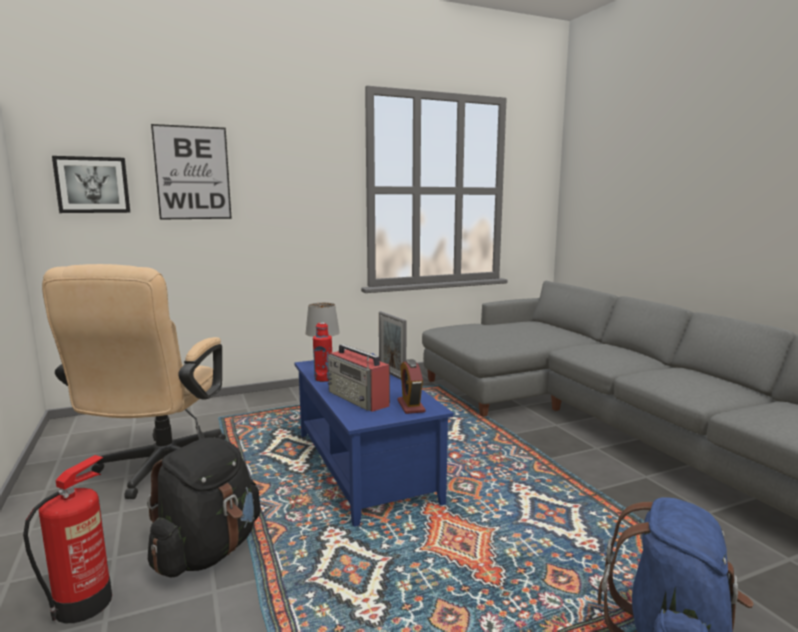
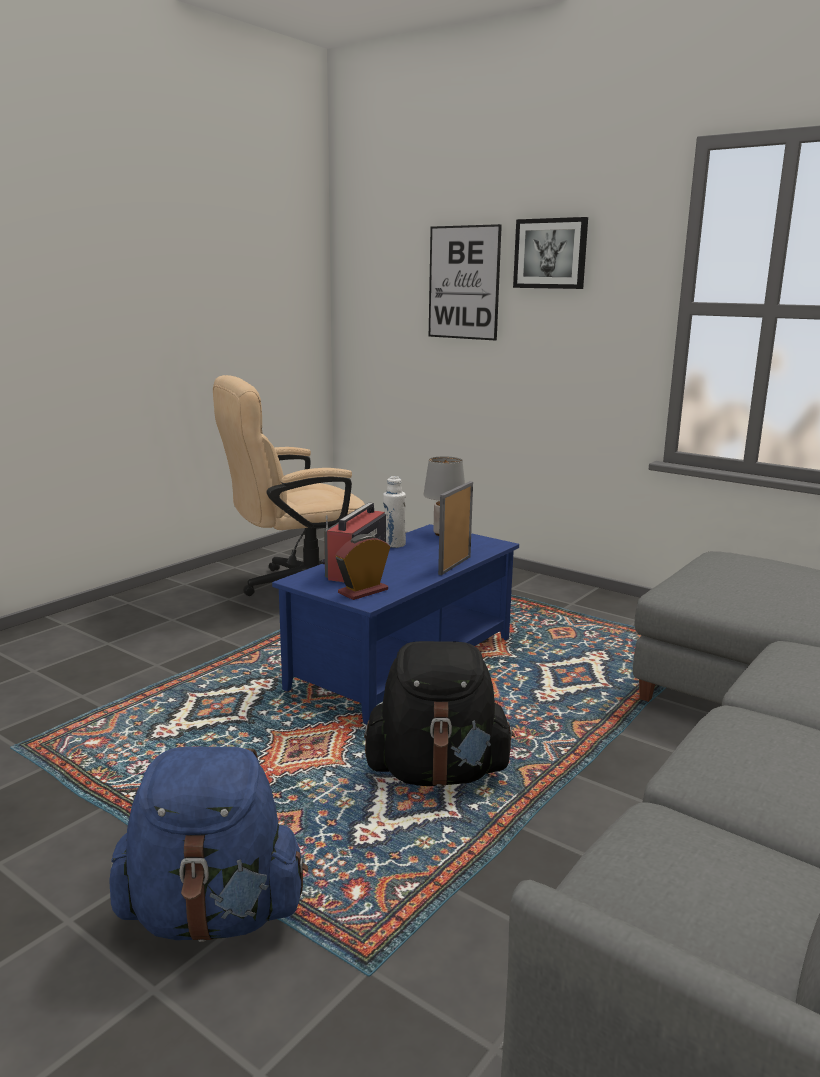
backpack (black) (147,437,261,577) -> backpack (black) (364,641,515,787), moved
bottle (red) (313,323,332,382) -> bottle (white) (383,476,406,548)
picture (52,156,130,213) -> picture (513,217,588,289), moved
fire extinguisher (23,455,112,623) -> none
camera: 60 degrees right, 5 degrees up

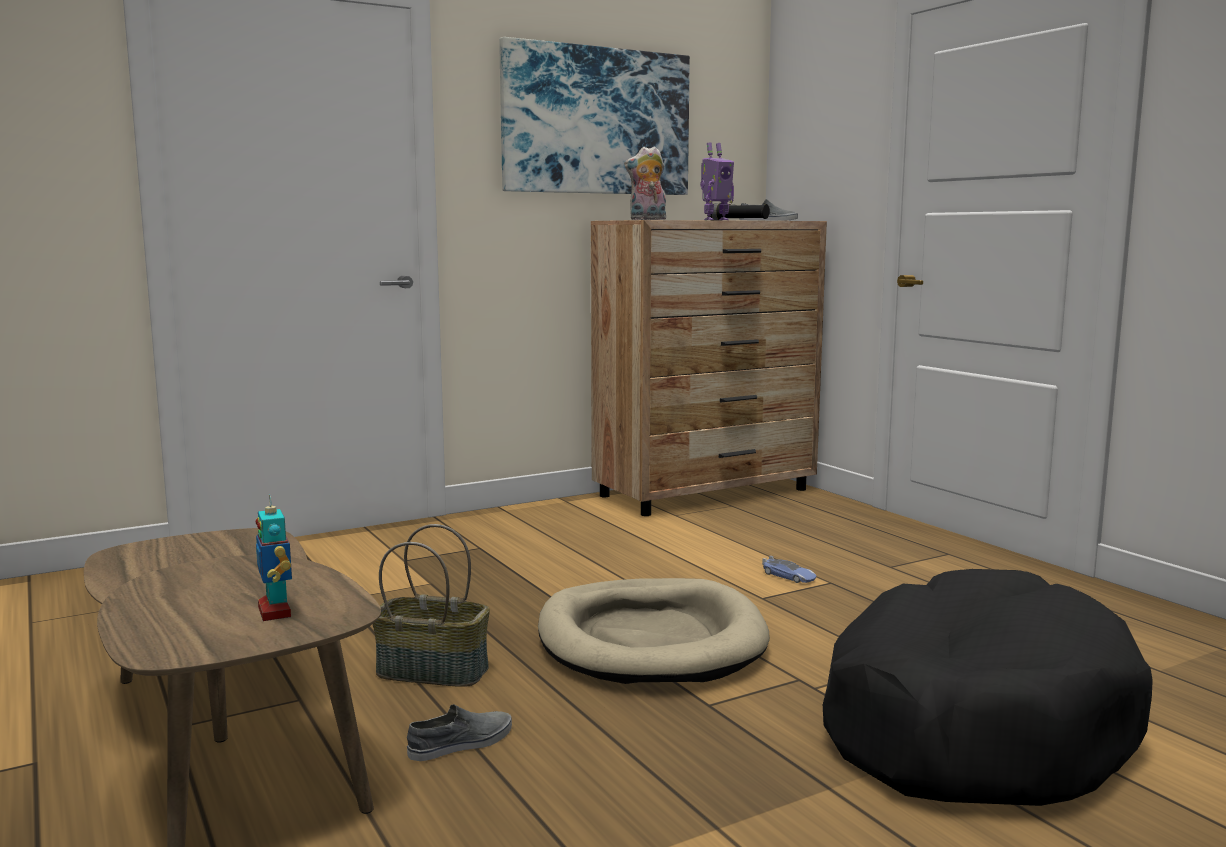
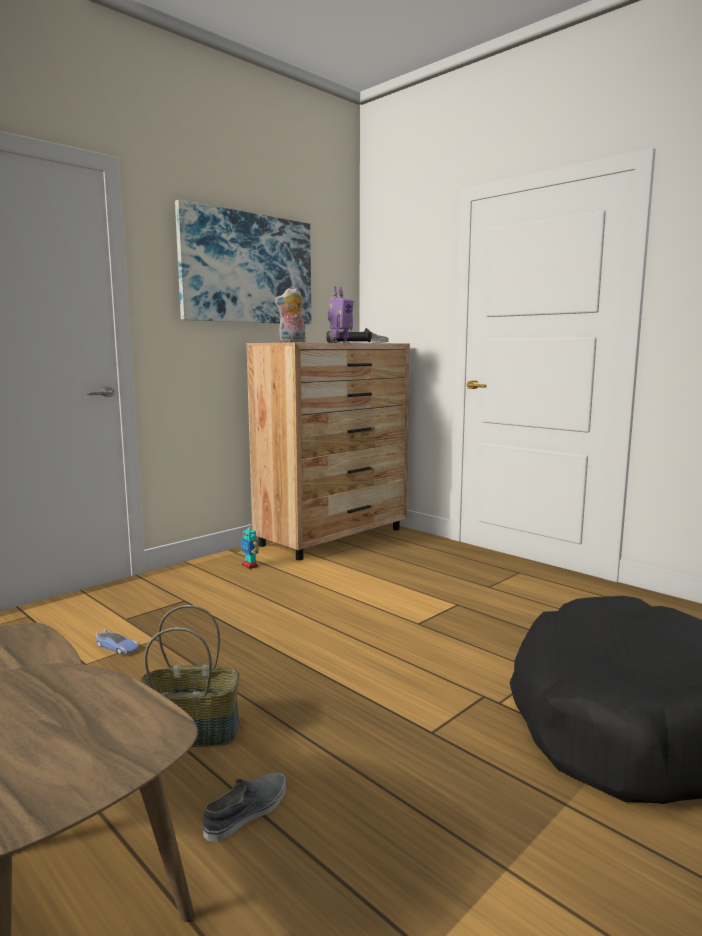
toy car (762,556,816,583) -> toy car (96,629,139,655), moved
toy robot (256,494,292,621) -> toy robot (242,525,259,569), moved
dog bed (beige) (538,578,770,684) -> none
camera: 15 degrees left, 0 degrees up

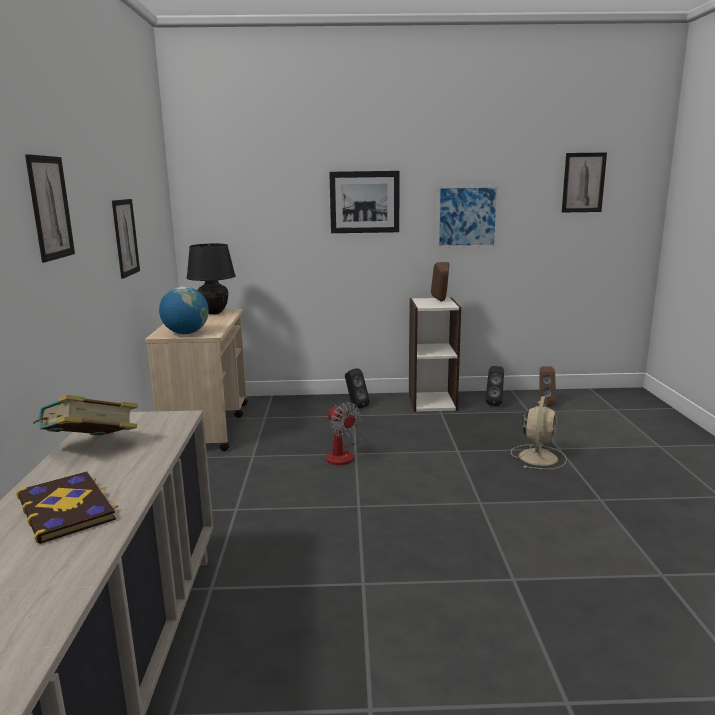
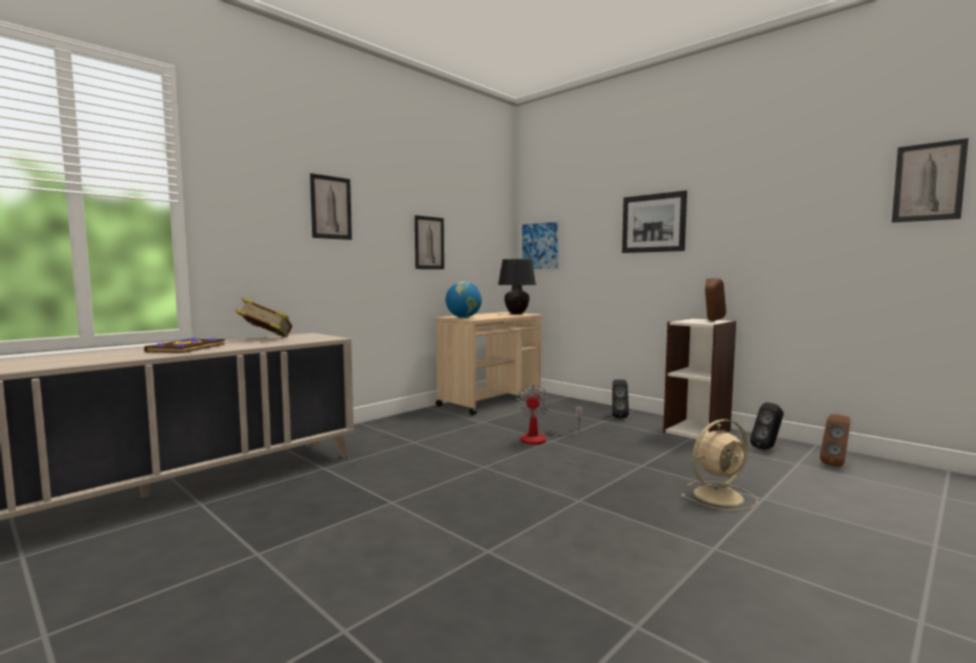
picture (437,185,499,248) -> picture (521,220,560,271), moved
camera: 45 degrees right, 10 degrees down

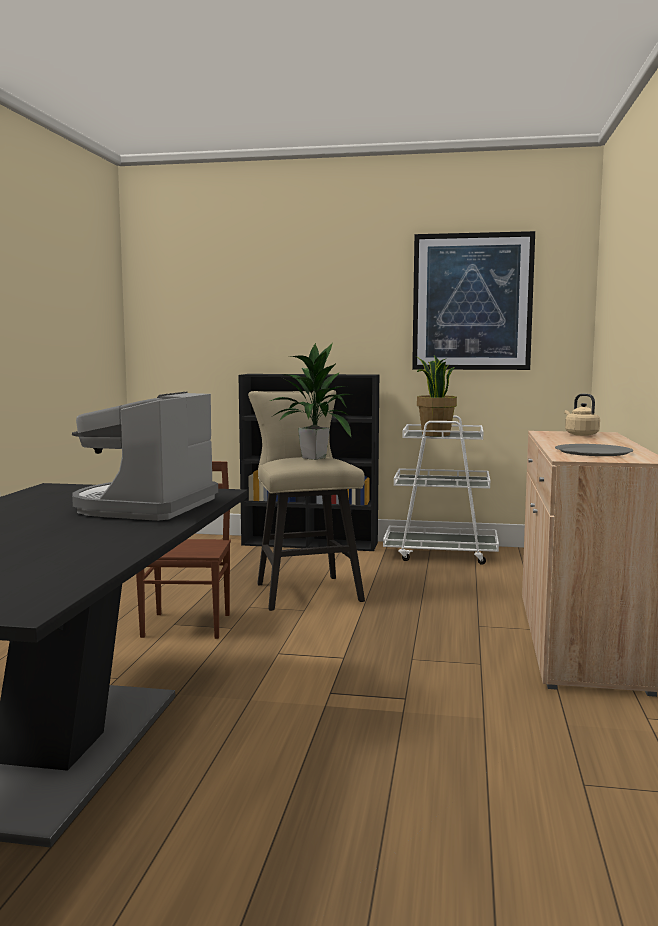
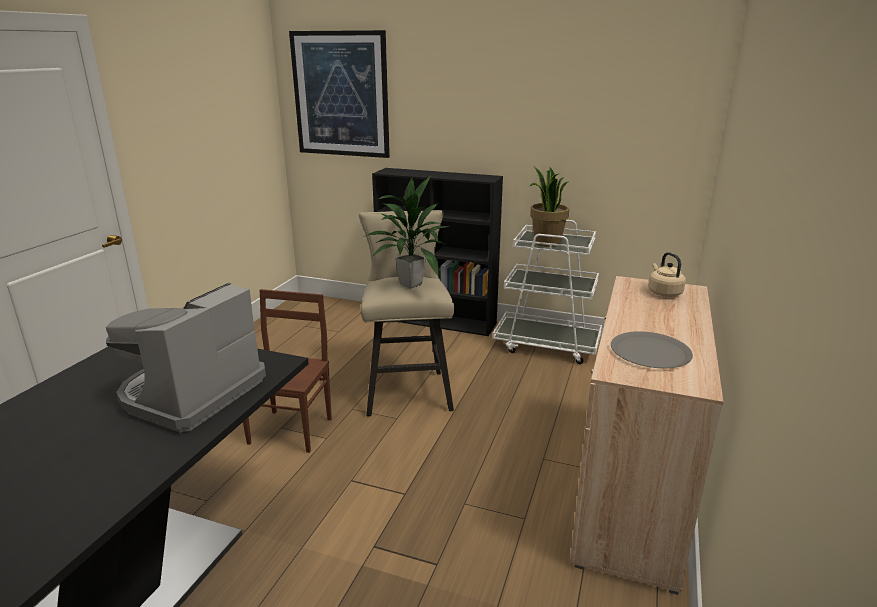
picture (412,231,535,370) -> picture (289,30,390,158), moved
camera: 10 degrees right, 15 degrees up

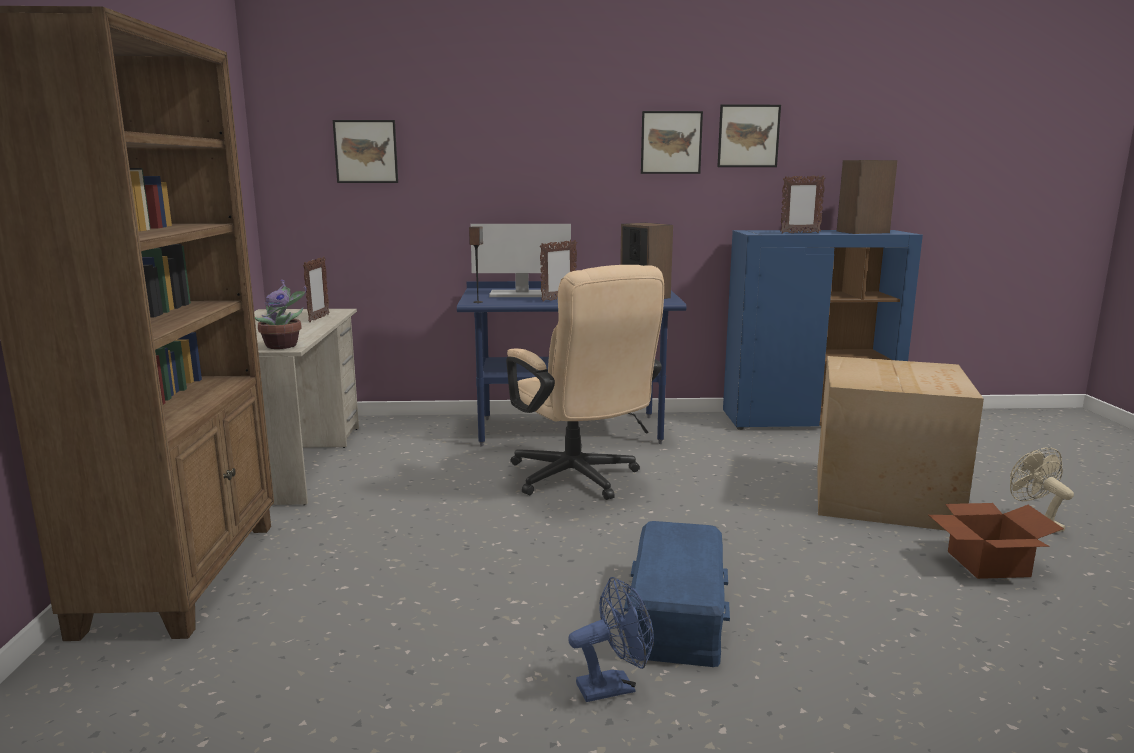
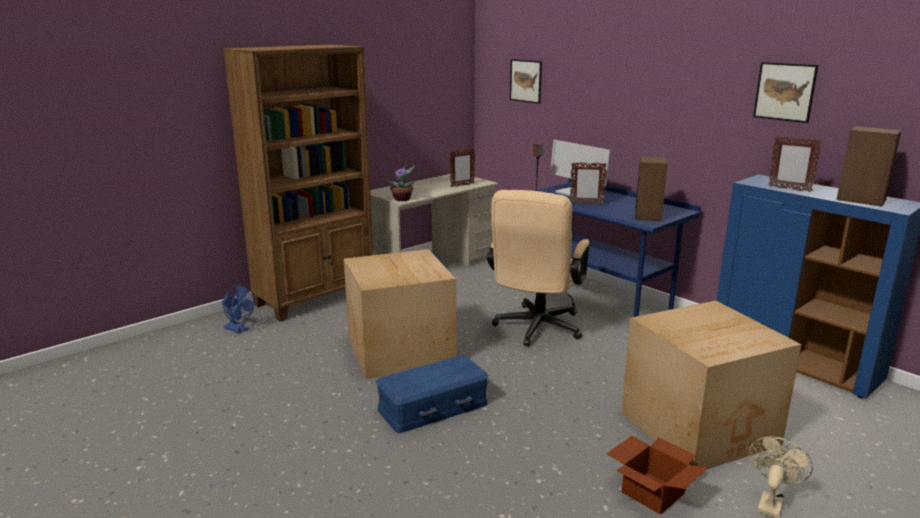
fan (blue) (568,577,654,702) -> fan (blue) (221,285,255,333), moved
none -> cardboard box (344,249,456,379)
picture (641,111,703,174) -> none
camera: 50 degrees right, 5 degrees up

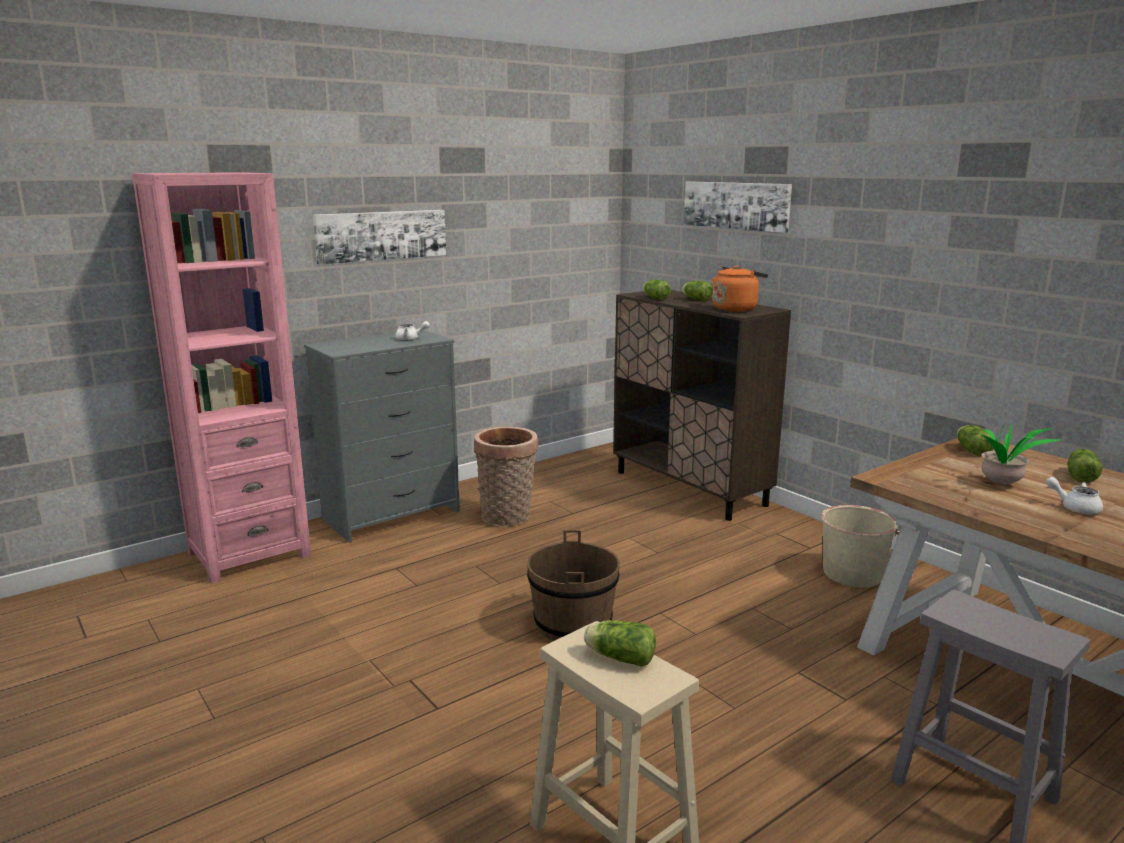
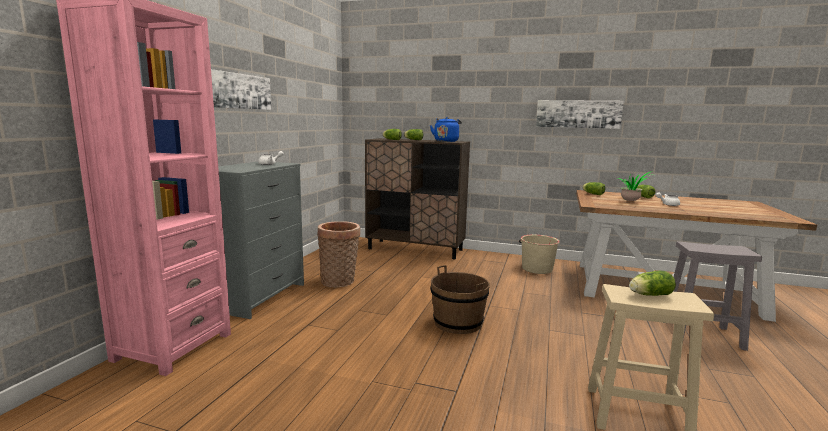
kettle (orange) (712,265,768,312) -> kettle (blue) (430,117,462,142)
picture (684,181,792,233) -> picture (536,100,624,129), moved
camera: 35 degrees left, 5 degrees down

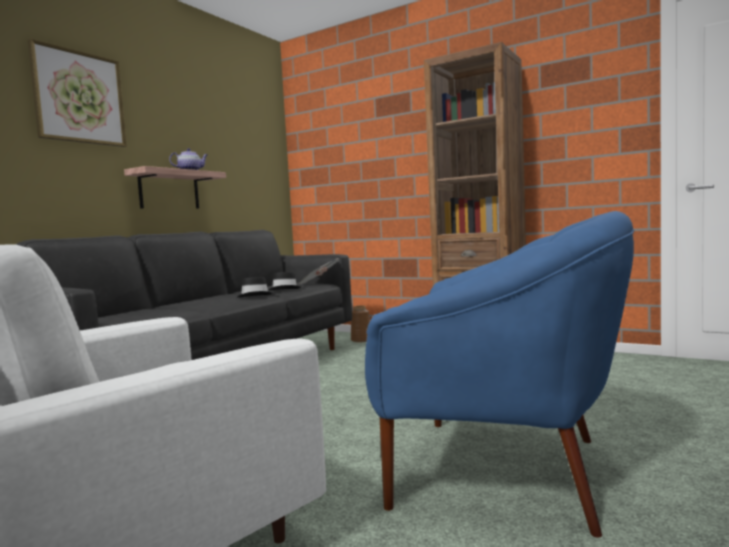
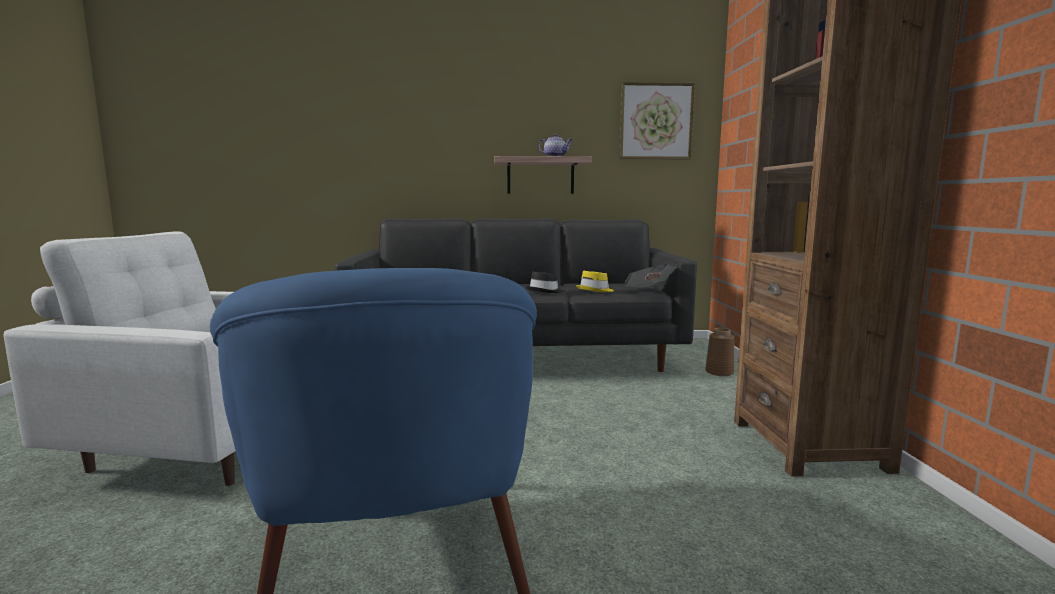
hat (black) (269,272,301,291) -> hat (yellow) (576,270,614,292)
picture (28,39,127,147) -> picture (619,82,695,160), moved
camera: 55 degrees right, 5 degrees up

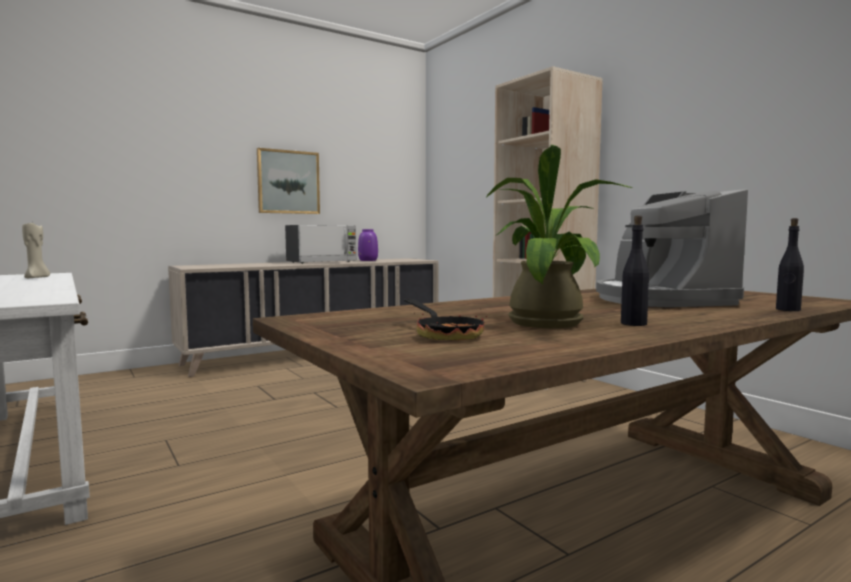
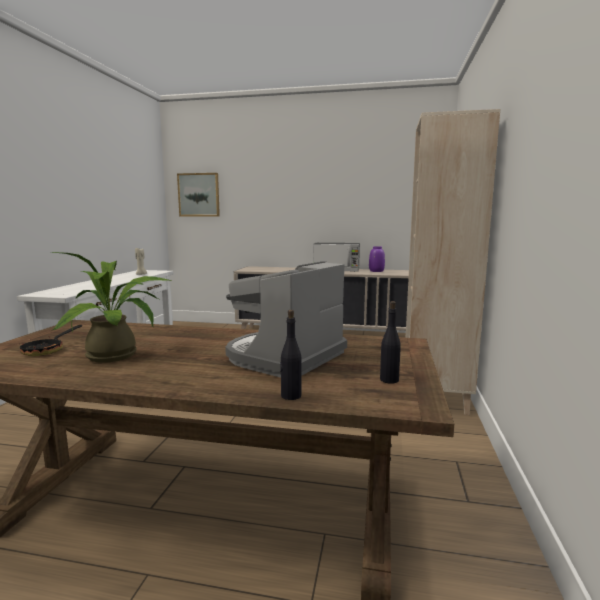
picture (257,148,320,214) -> picture (177,173,220,217), moved
bottle (black) (621,215,649,326) -> bottle (black) (380,301,401,384), moved
camera: 45 degrees right, 5 degrees up

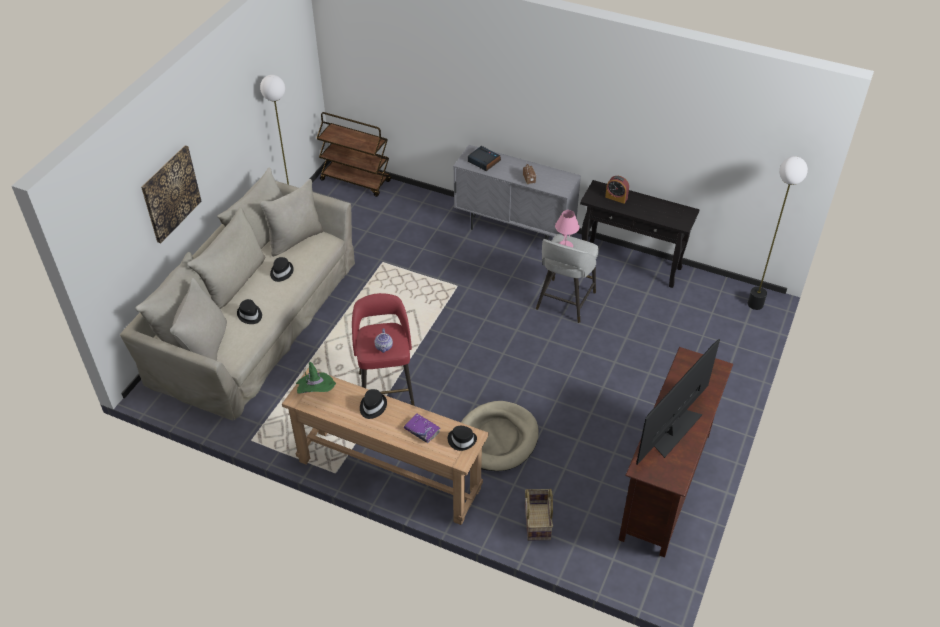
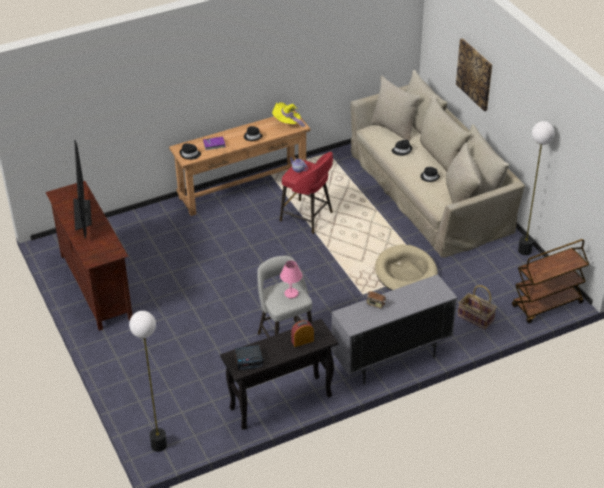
alarm clock (468,146,501,171) -> alarm clock (234,345,264,371), moved
hat (green) (296,361,336,394) -> hat (yellow) (272,102,306,129)
dog bed (beige) (461,401,539,471) -> dog bed (beige) (375,245,438,291), moved
basket (525,489,553,541) -> basket (458,285,497,330), moved
camera: 130 degrees right, 5 degrees down

